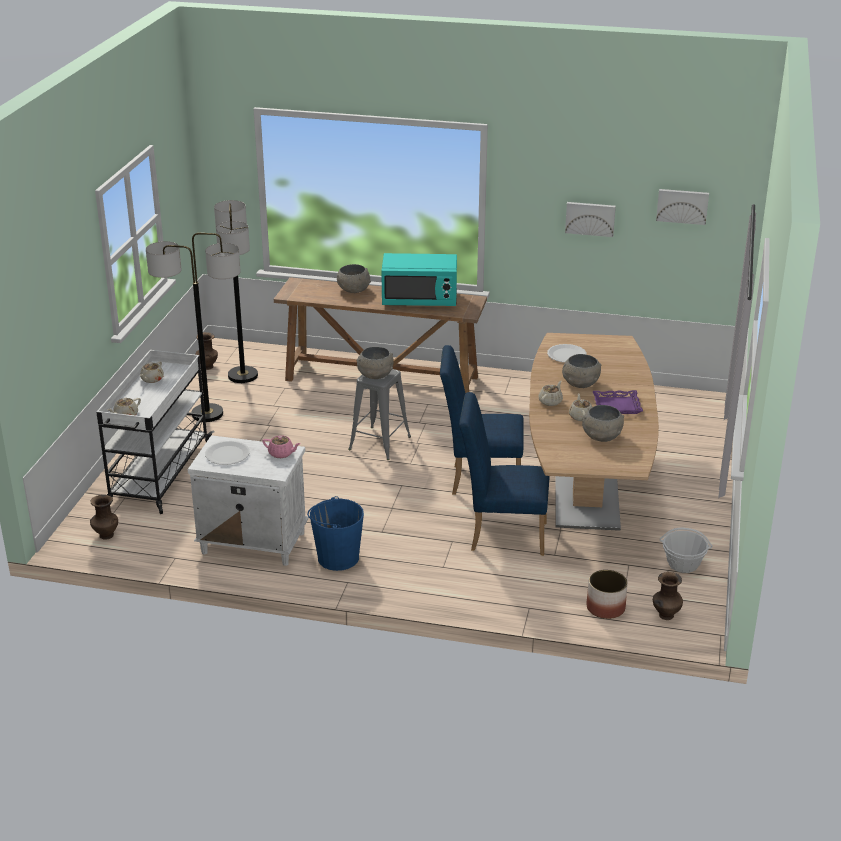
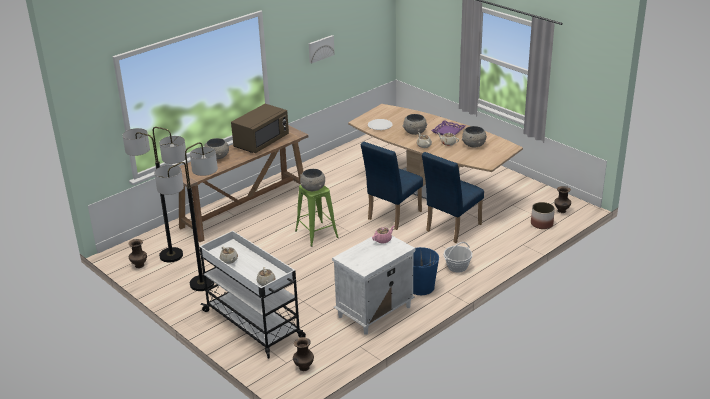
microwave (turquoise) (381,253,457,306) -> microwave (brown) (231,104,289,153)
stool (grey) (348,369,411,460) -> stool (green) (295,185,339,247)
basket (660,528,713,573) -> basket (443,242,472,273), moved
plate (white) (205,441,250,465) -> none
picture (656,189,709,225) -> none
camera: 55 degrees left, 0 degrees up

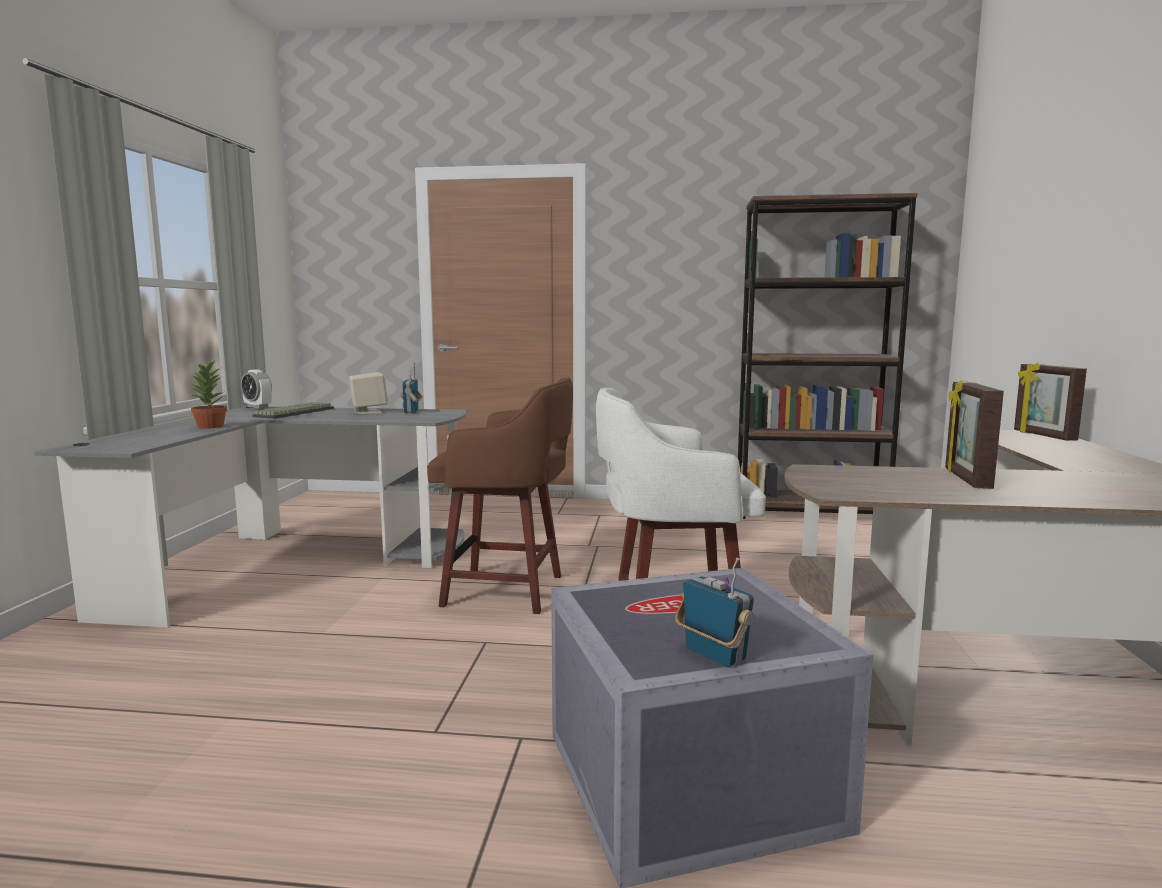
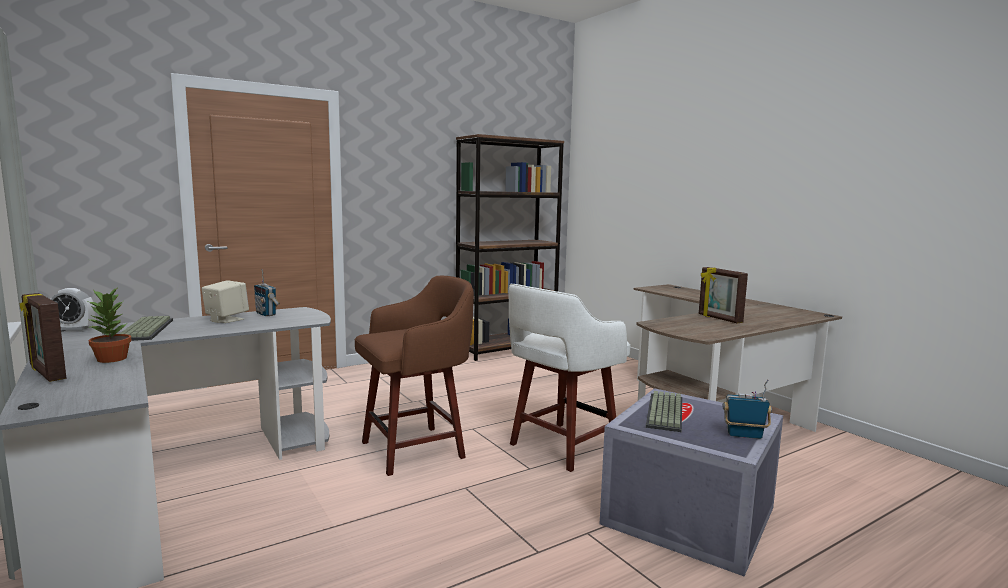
picture frame (1014,362,1087,441) -> picture frame (20,293,66,382), moved
none -> keyboard (646,391,682,432)
camera: 40 degrees left, 0 degrees up

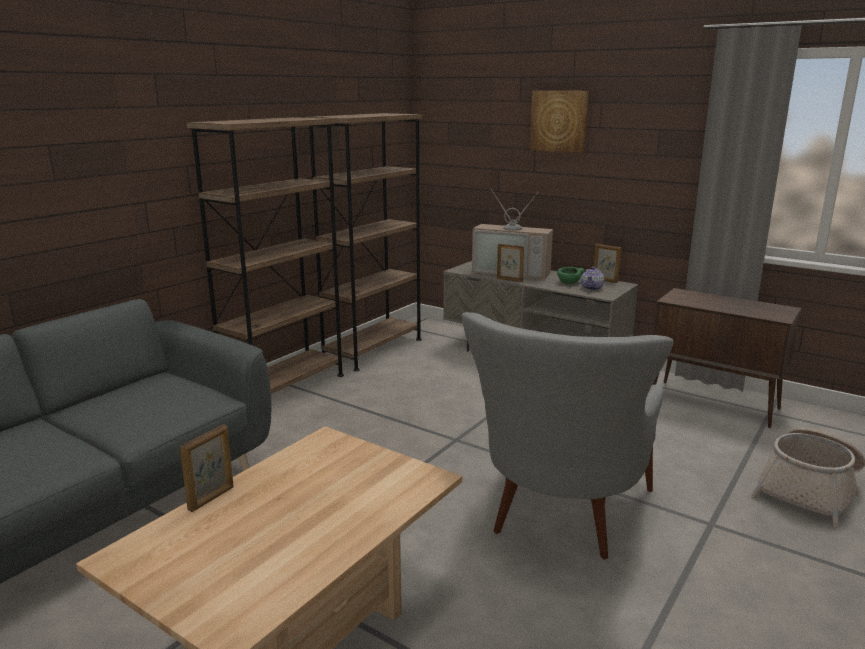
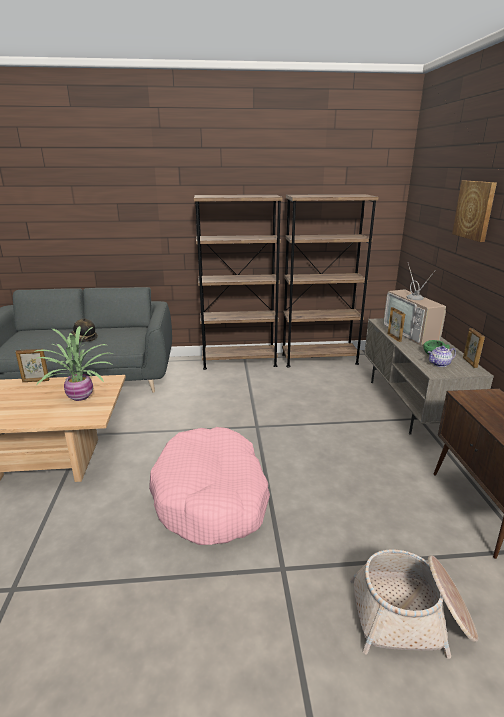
none -> potted plant (34,326,113,401)
none -> hat (71,318,98,342)
armchair (grey) (461,312,674,560) -> dog bed (pink) (149,427,270,545)
camera: 50 degrees right, 5 degrees up

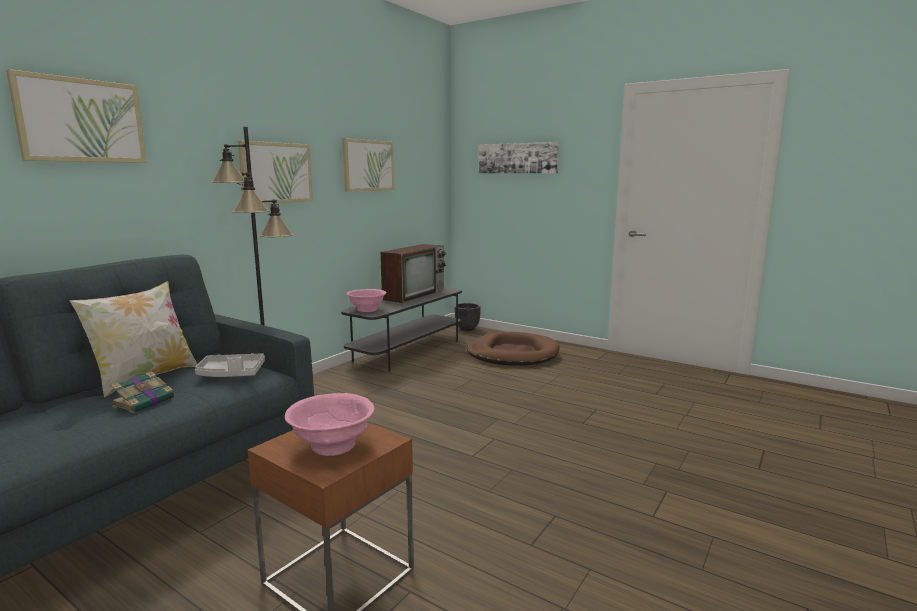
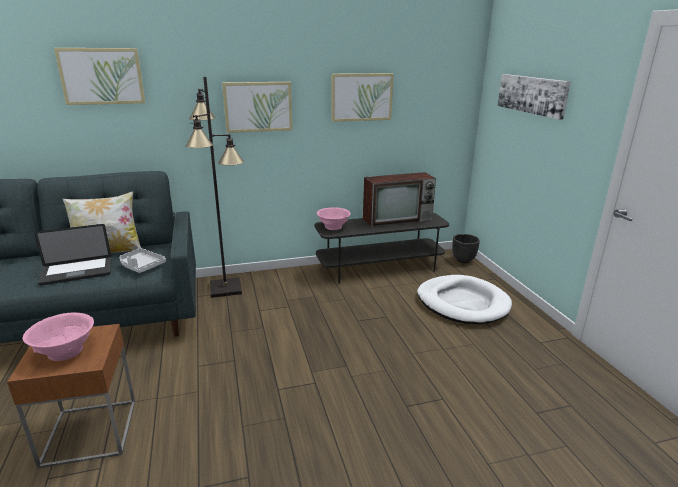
book (111,371,176,413) -> laptop (34,224,111,285)
dog bed (brown) (467,332,560,366) -> dog bed (white) (417,275,512,324)
camera: 40 degrees right, 10 degrees up

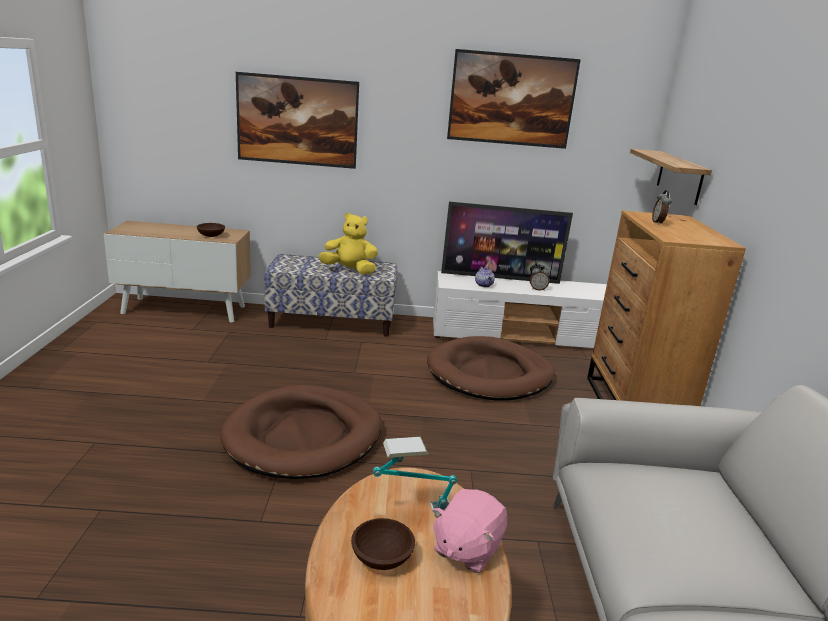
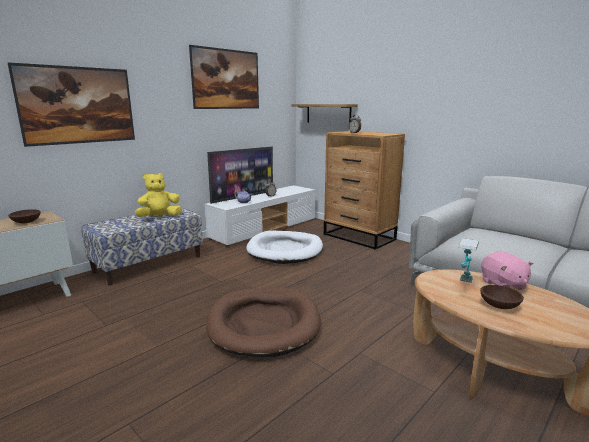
dog bed (brown) (427,336,555,401) -> dog bed (white) (246,231,323,264)
camera: 45 degrees left, 5 degrees down

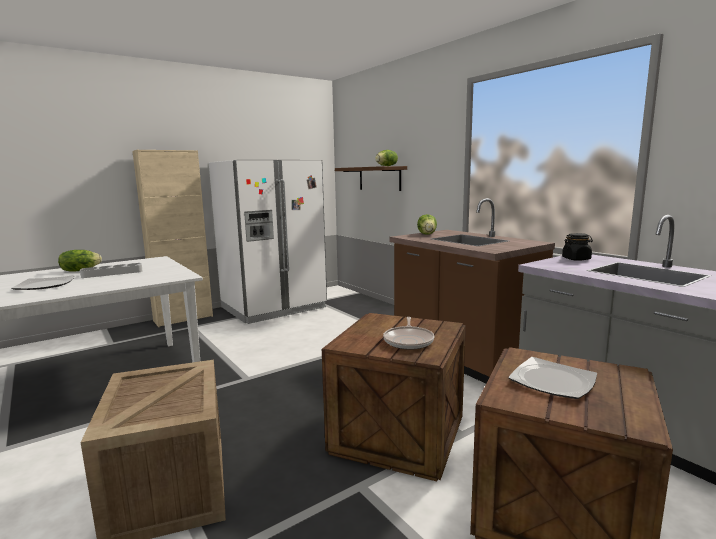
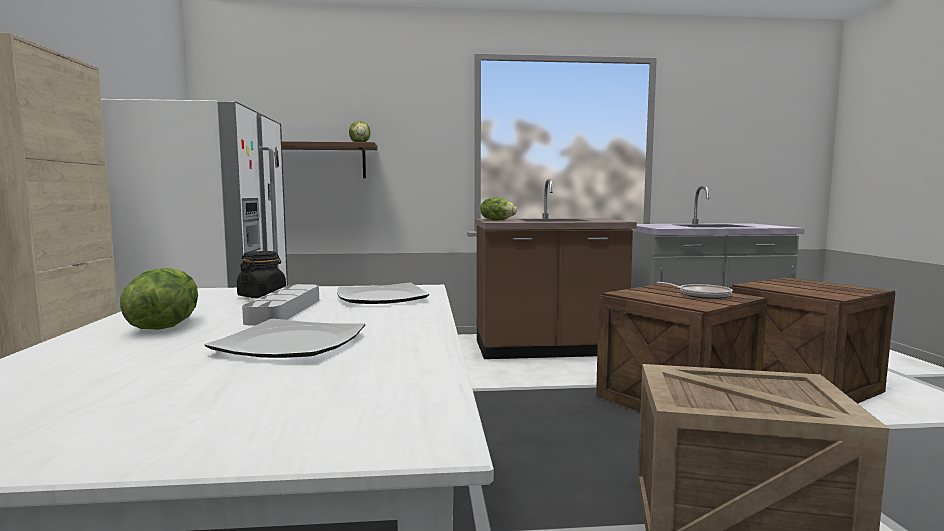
jar (black) (562,233,593,261) -> jar (black) (237,251,286,298), moved
plate (508,357,597,399) -> plate (337,283,429,304), moved
camera: 60 degrees left, 5 degrees down

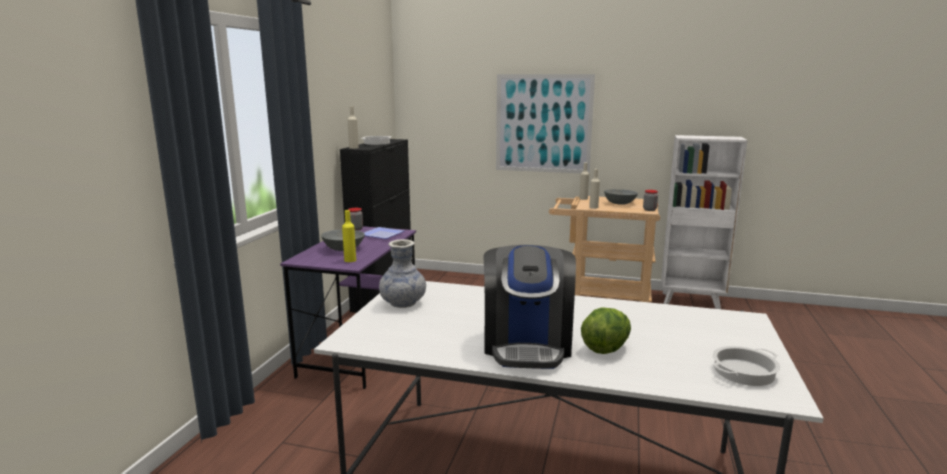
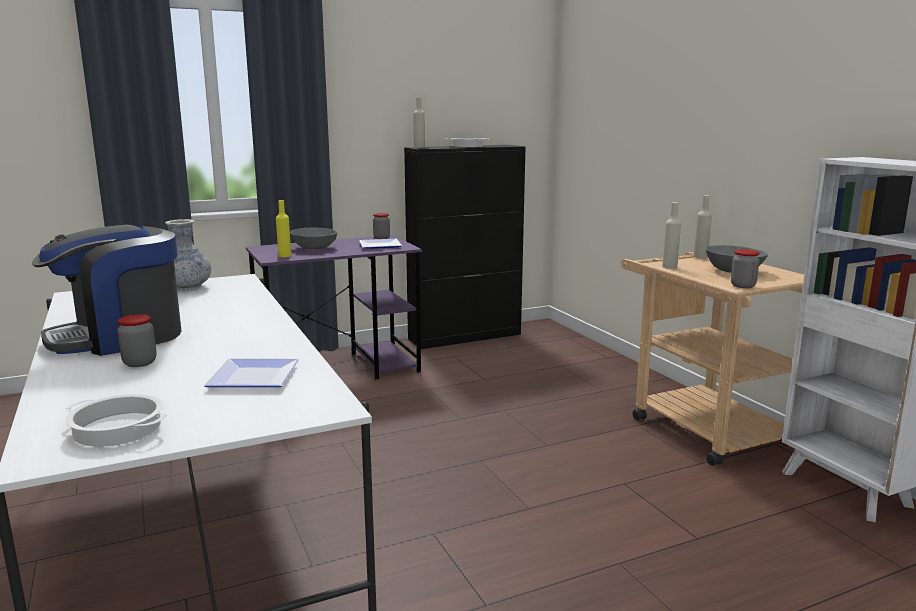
lettuce (581,307,631,354) -> jar (117,314,156,367)
none -> plate (204,359,299,387)
picture (496,74,595,174) -> none
camera: 50 degrees right, 0 degrees up

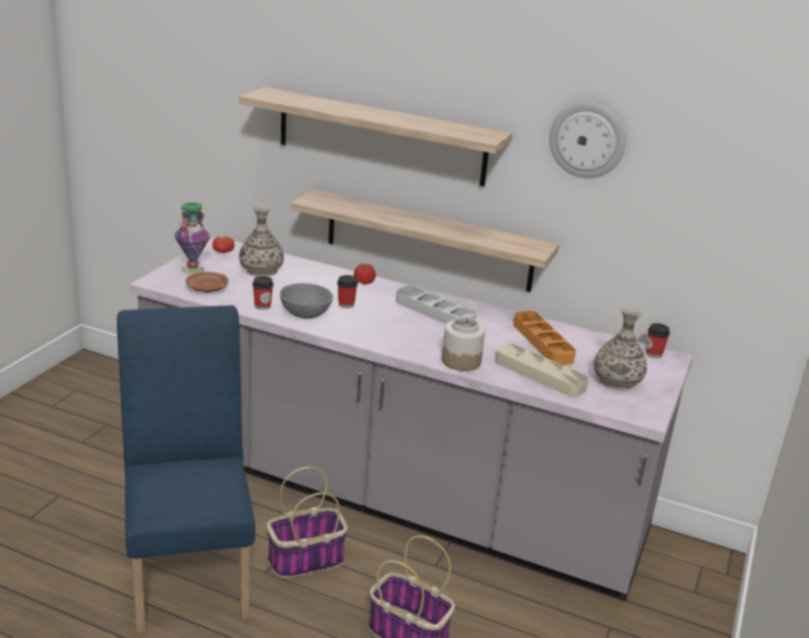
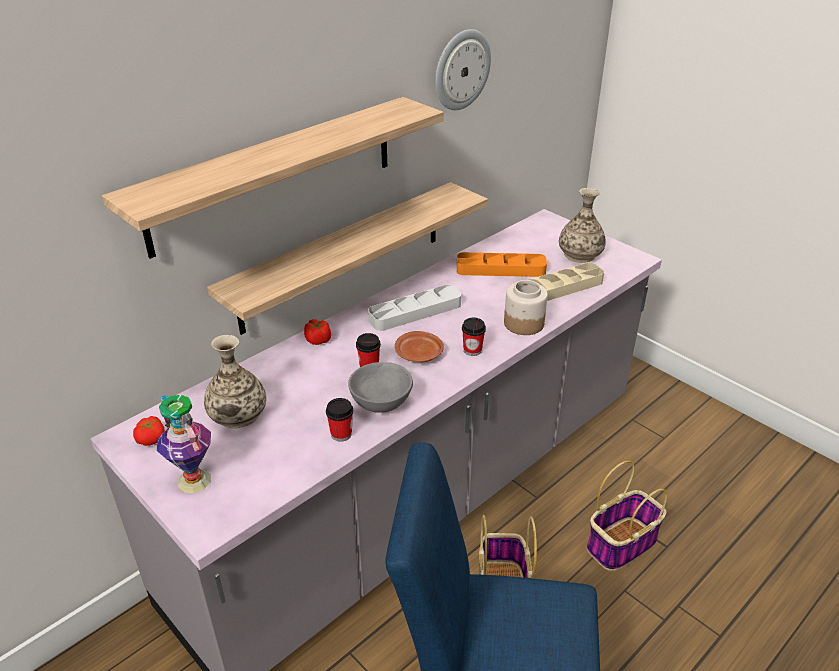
plate (brown) (186,272,228,292) -> plate (brown) (395,331,444,362), moved
cup (646,323,670,358) -> cup (462,318,486,356), moved
camera: 65 degrees left, 10 degrees up

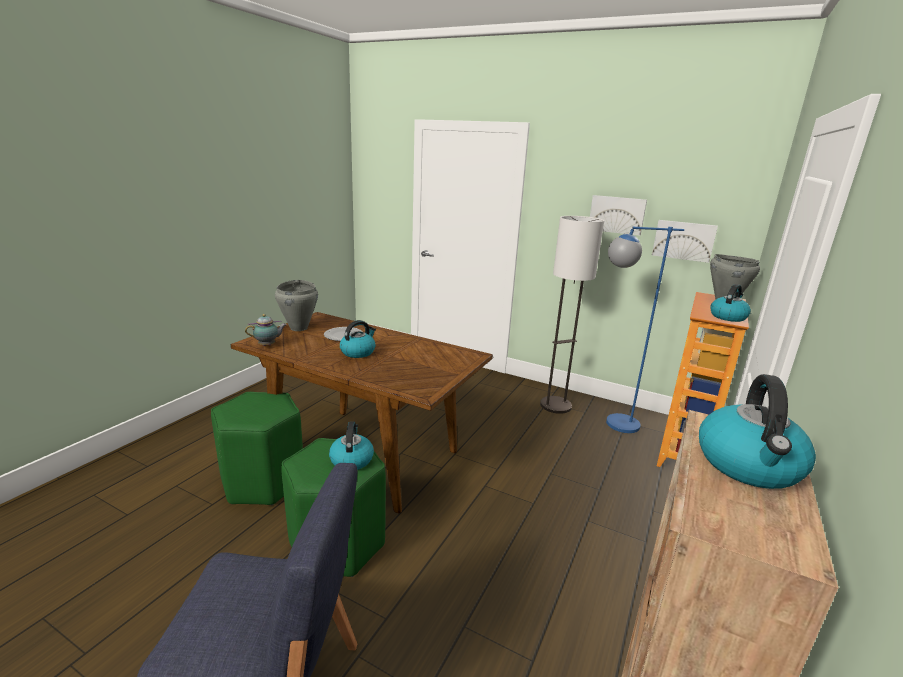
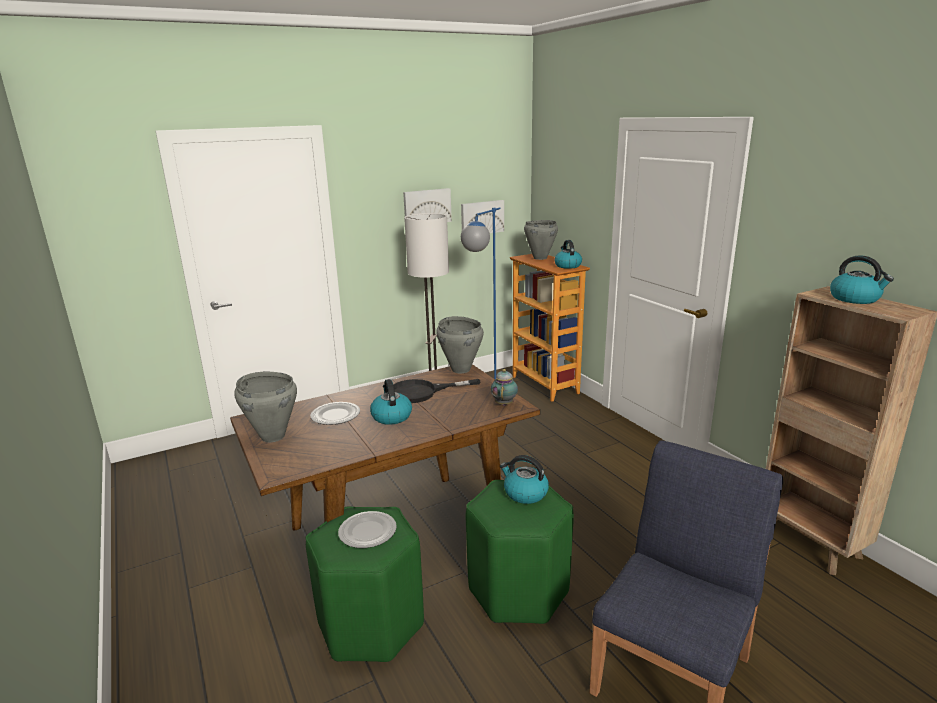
none -> plate (338,511,397,548)
none -> frying pan (black) (393,379,480,403)
none -> cooking pot (grey) (436,316,484,373)
teapot (245,314,286,346) -> teapot (491,369,518,406), moved
camera: 55 degrees left, 0 degrees up

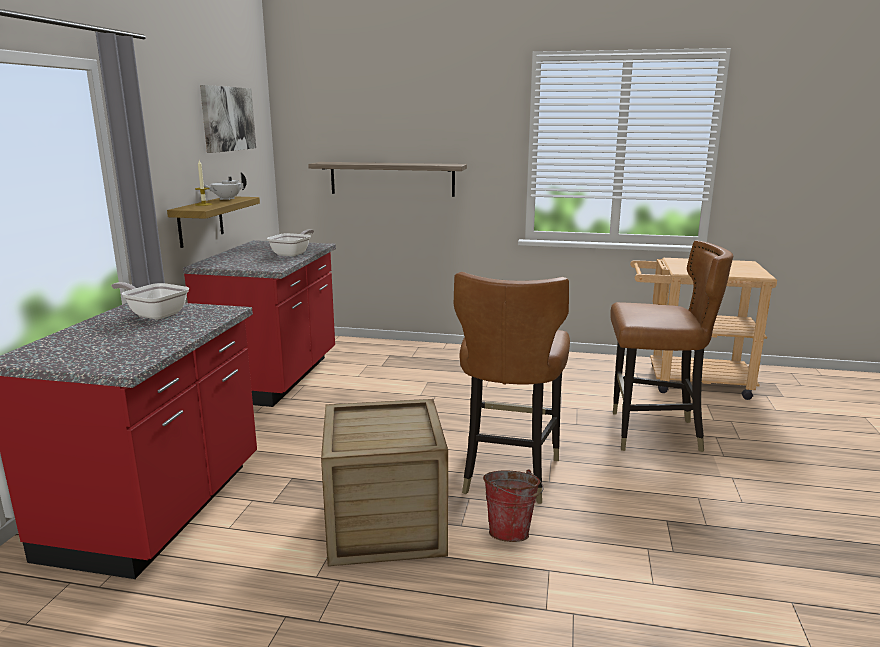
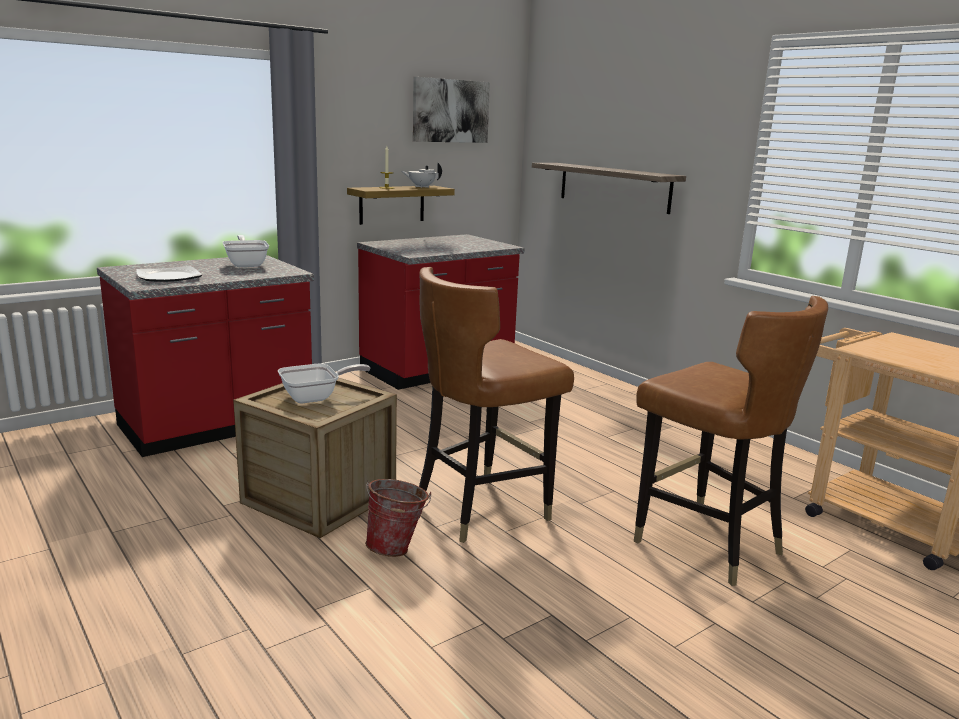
none -> plate (136,266,202,282)
frying pan (267,229,314,257) -> frying pan (278,364,371,403), moved
camera: 40 degrees right, 0 degrees up

